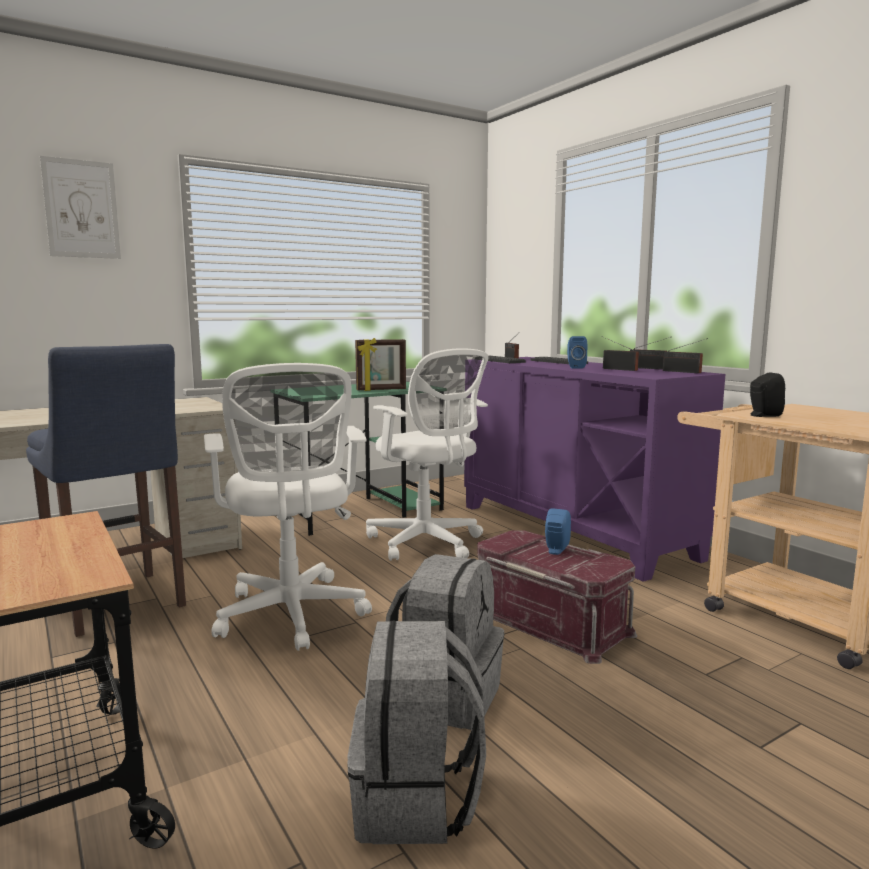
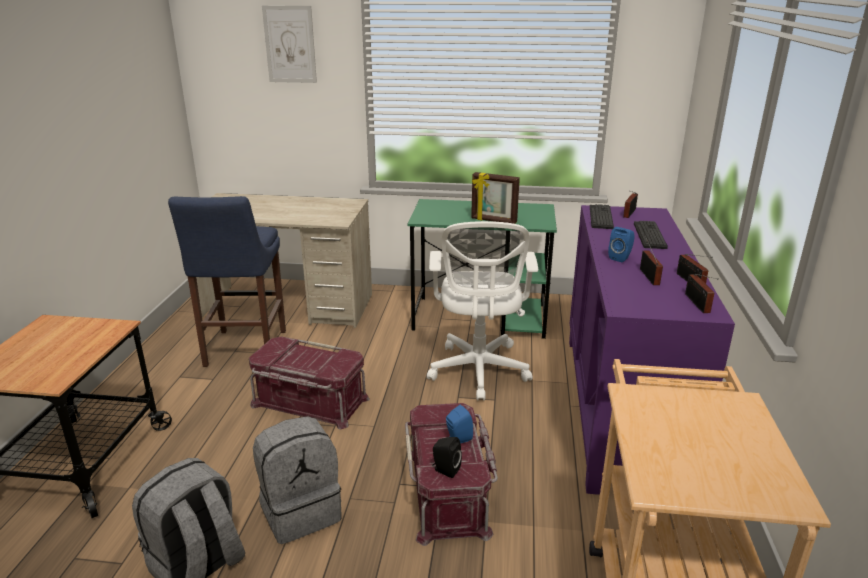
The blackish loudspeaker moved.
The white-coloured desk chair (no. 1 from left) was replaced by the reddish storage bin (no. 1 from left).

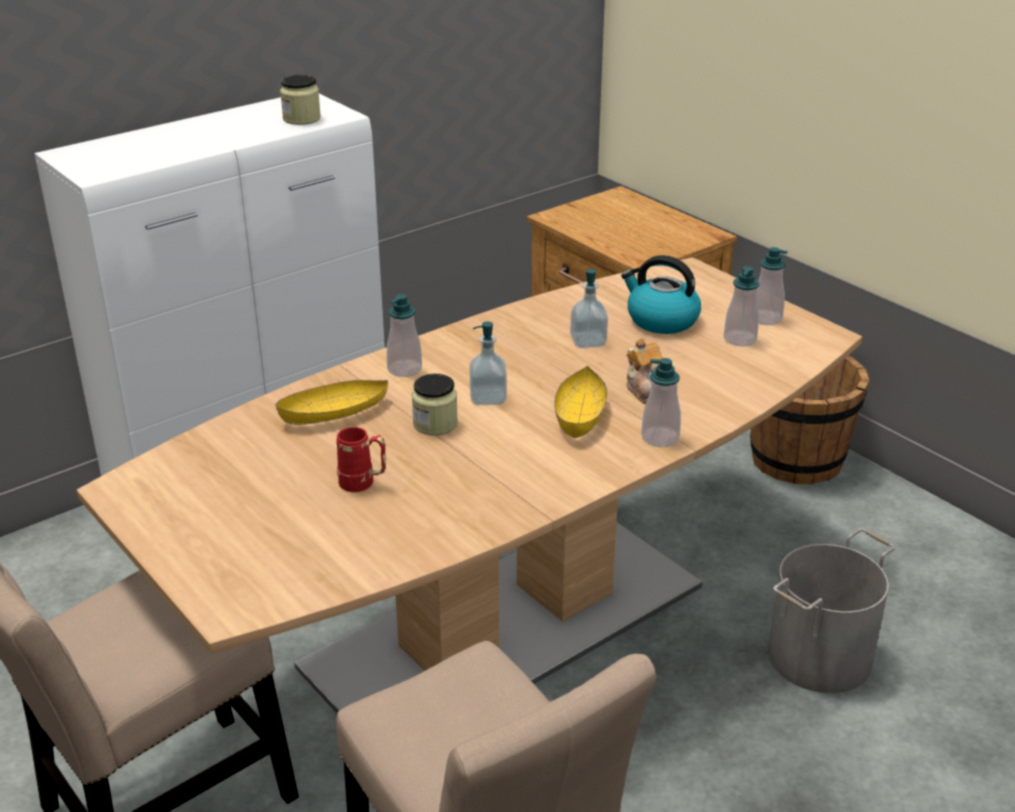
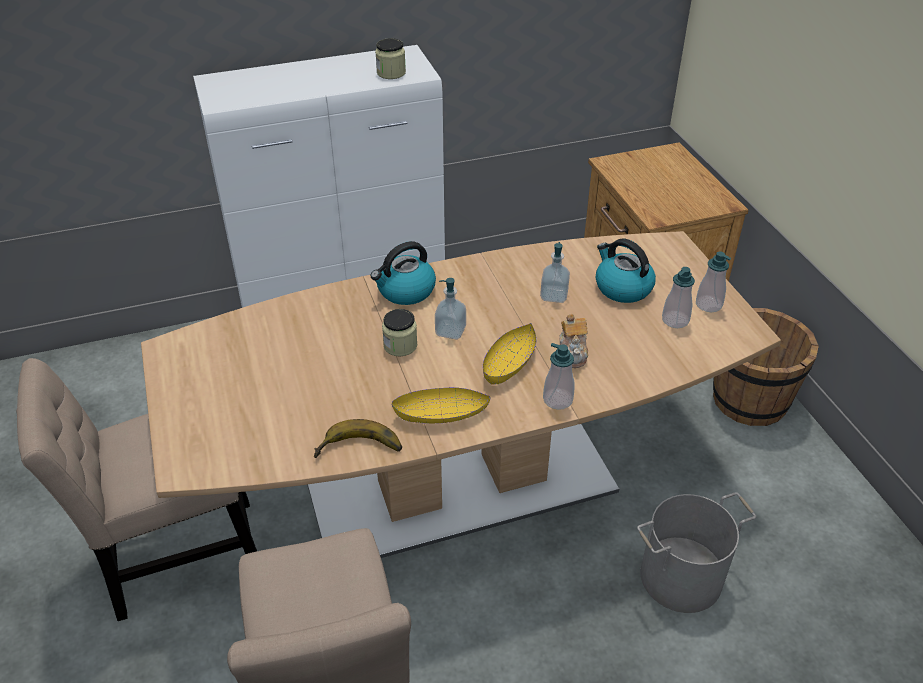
The reddish tea mug disappeared.
The whole banana appeared.
The yellow bowl (no. 1 from left) moved.
The liquid soap bottle (no. 1 from left) was replaced by the tea kettle (no. 1 from left).

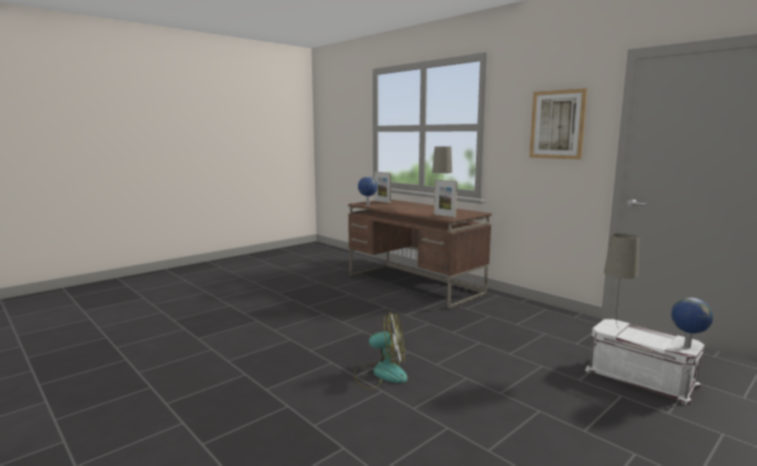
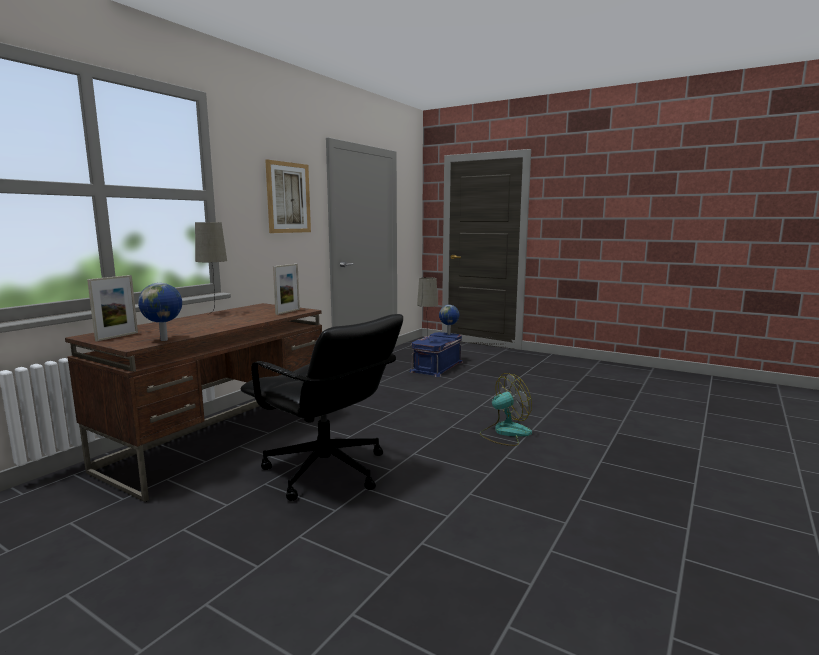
The blackish desk chair appeared.
The white-coloured storage bin became the blue-coloured storage bin.
The electric fan turned 75 degrees clockwise.

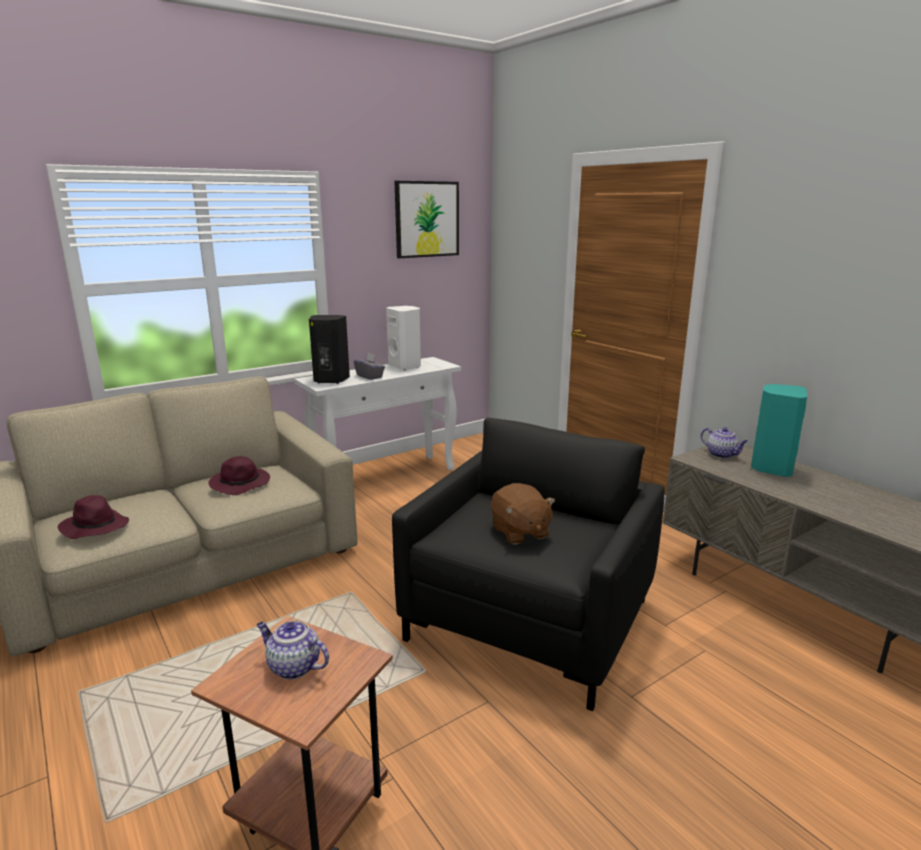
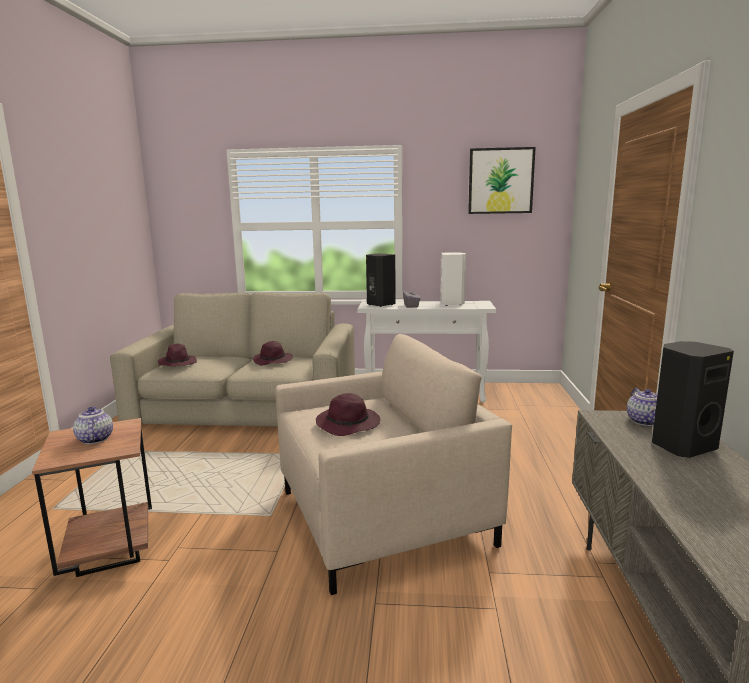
The brown cuddly toy was replaced by the purplish hat (no. 3 from left).
The blackish easy chair became the sand-coloured easy chair.
The turquoise-coloured loudspeaker became the blackish loudspeaker (no. 2 from left).

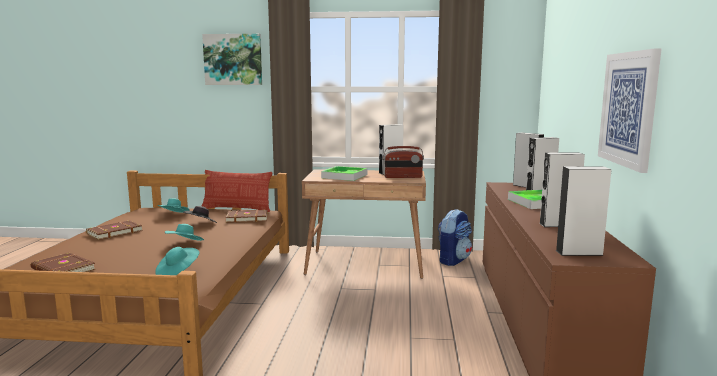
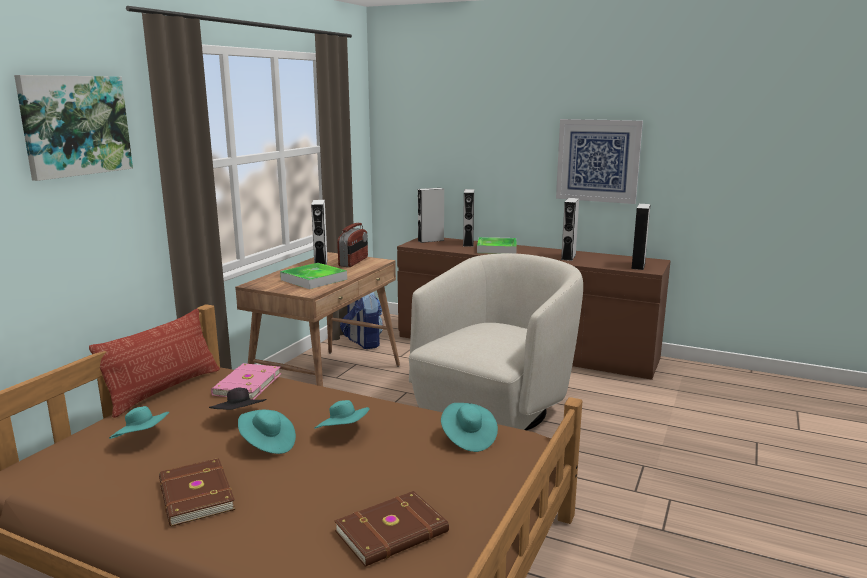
The turquoise-coloured hat (no. 2 from left) appeared.
The sand-coloured easy chair appeared.
The brown bound book (no. 3 from left) became the pink bound book.

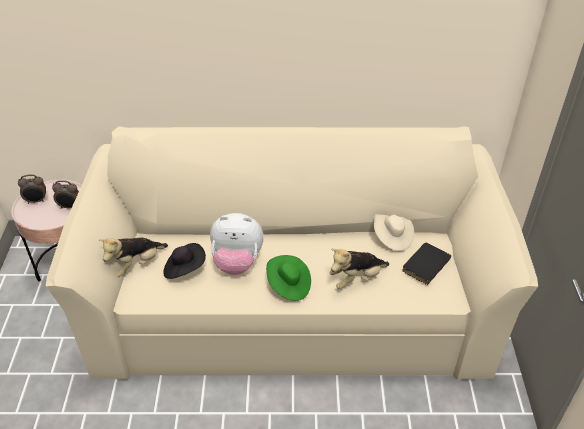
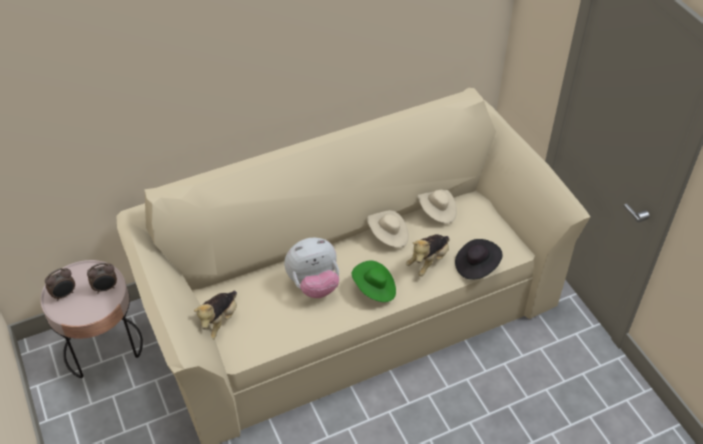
The blackish bound book disappeared.
The sand-coloured hat (no. 1 from left) appeared.
The blackish hat moved.

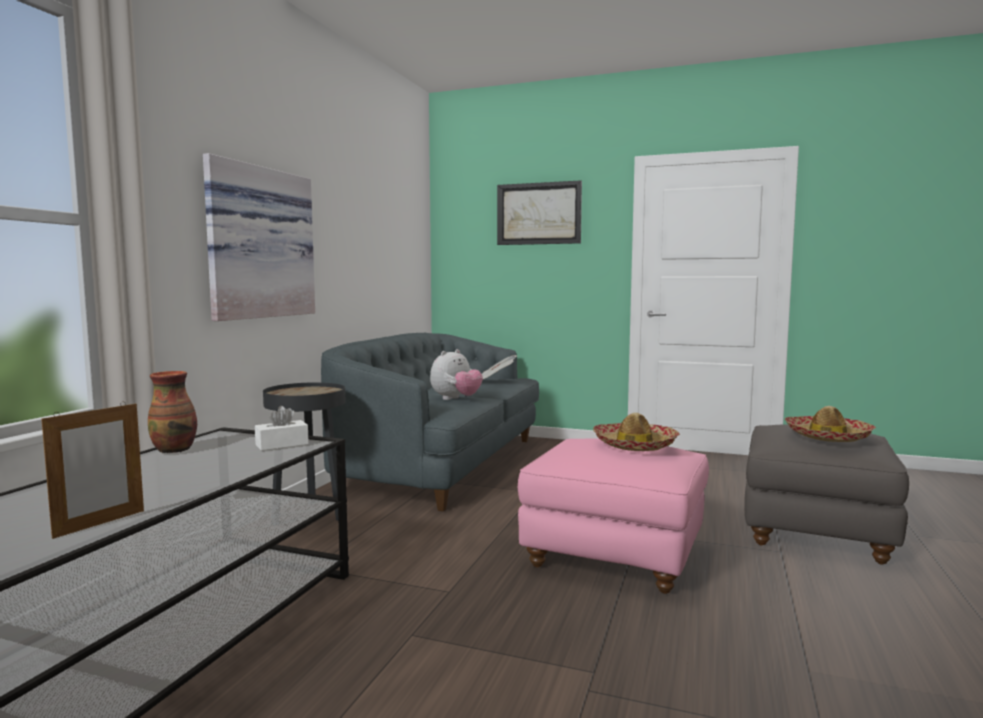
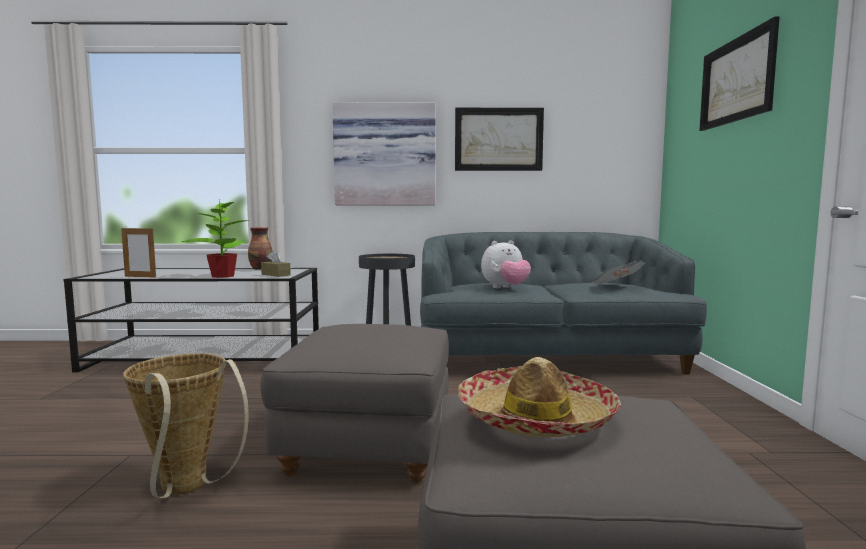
The hat (no. 1 from left) disappeared.
The household basket appeared.
The plant in a pot appeared.
The picture (no. 2 from left) appeared.
The white-coloured tissue holder became the brown tissue holder.
The pink pouffe became the gray pouffe (no. 1 from left).
The cuddly toy turned 45 degrees counterclockwise.

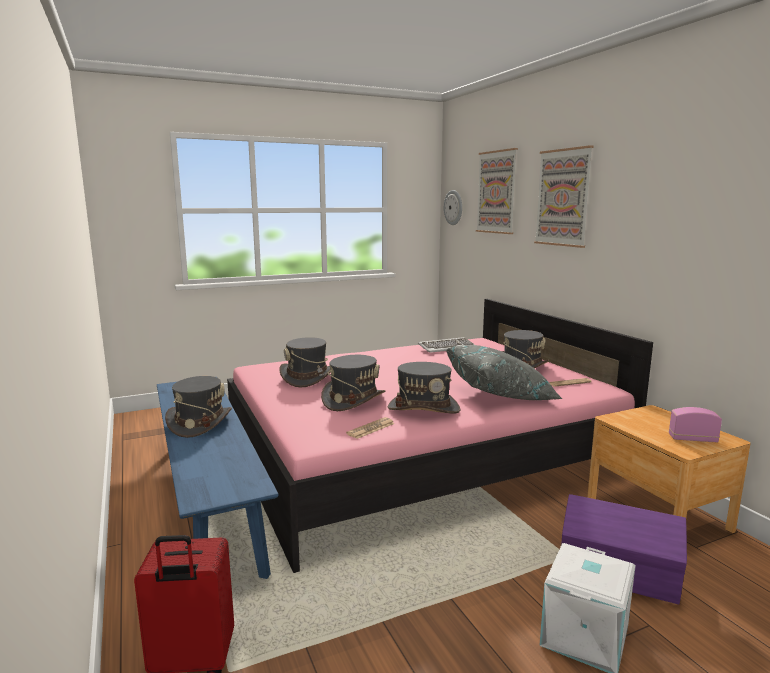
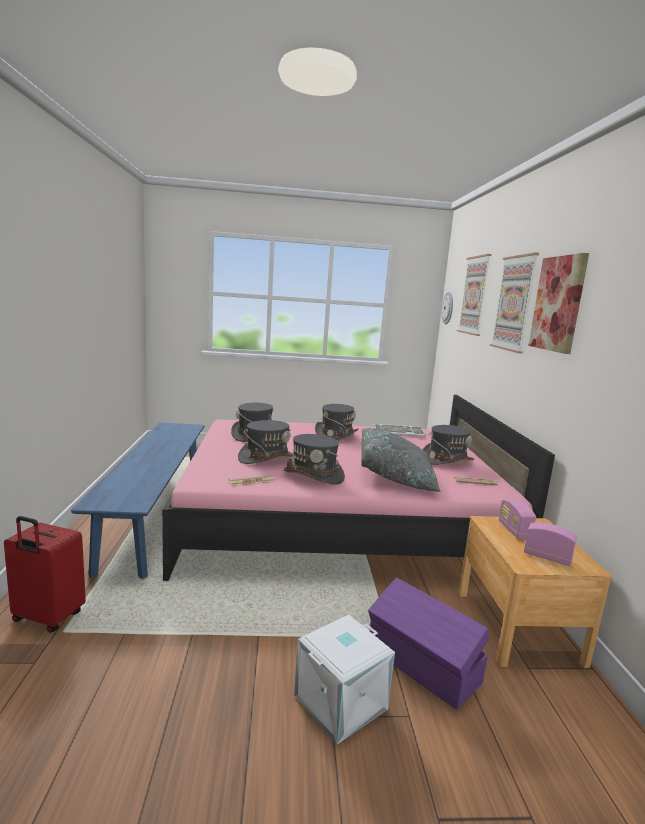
The radio receiver (no. 1 from left) appeared.
The picture (no. 3 from left) appeared.
The gray hat (no. 1 from left in the first image) moved.

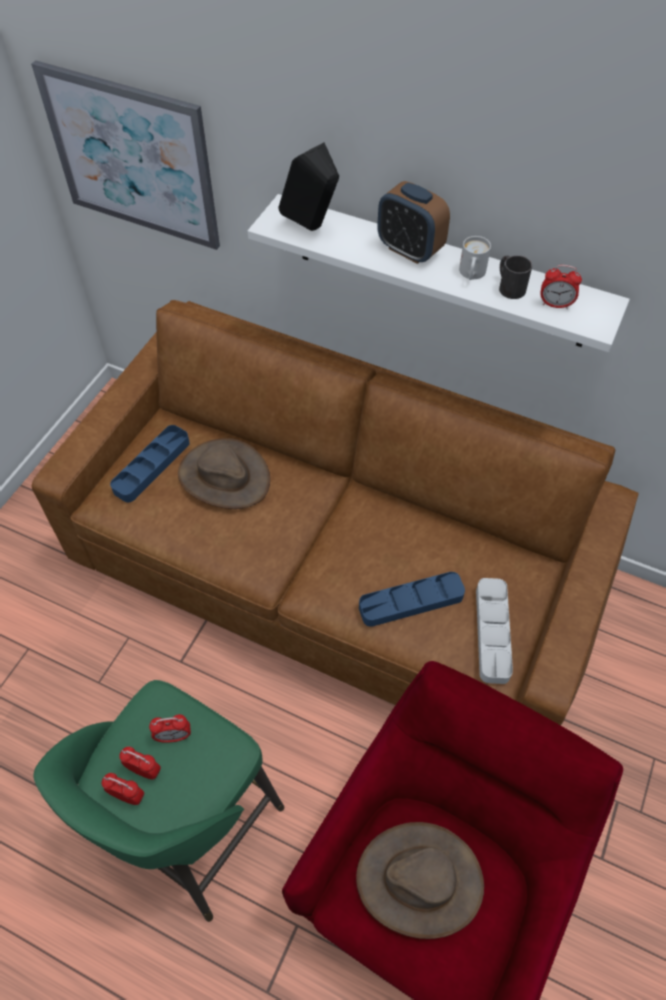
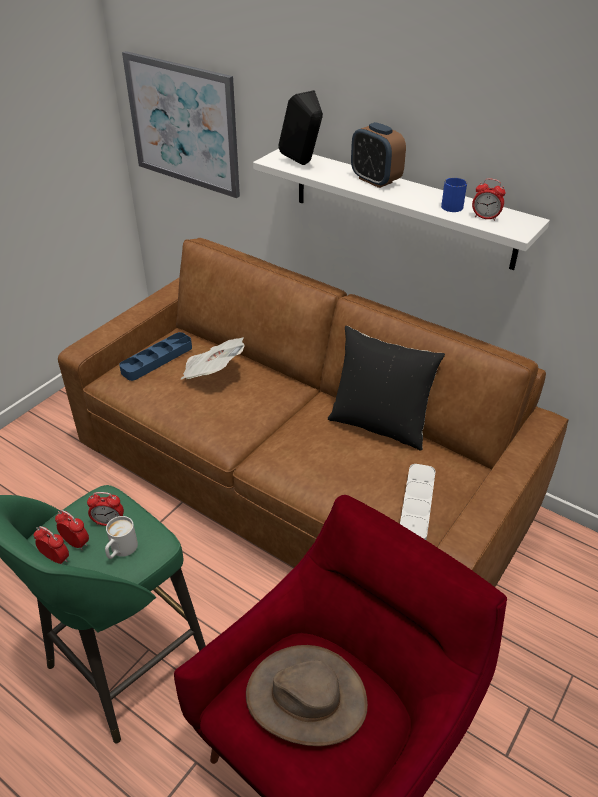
The blue-coloured carrying tray (no. 2 from left) disappeared.
The blackish pillow appeared.
The white-coloured tea mug moved.
The brown hat (no. 1 from left) was replaced by the printed paper.
The blackish tea mug became the blue-coloured tea mug.

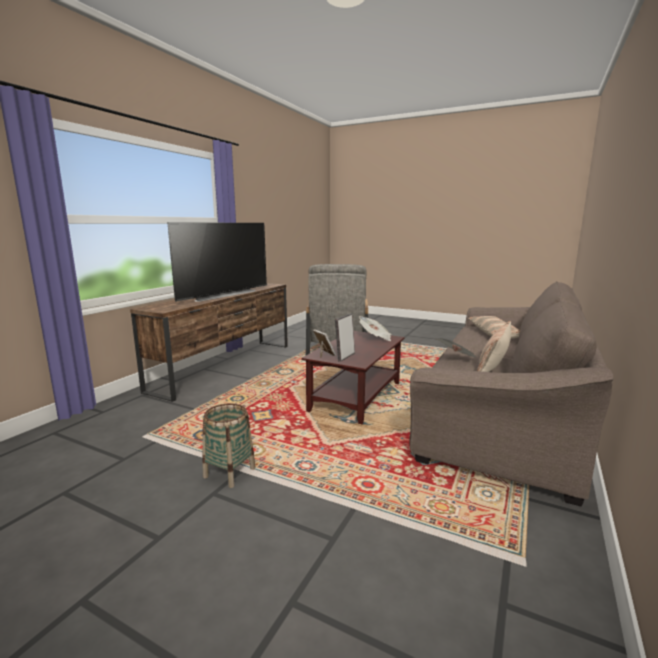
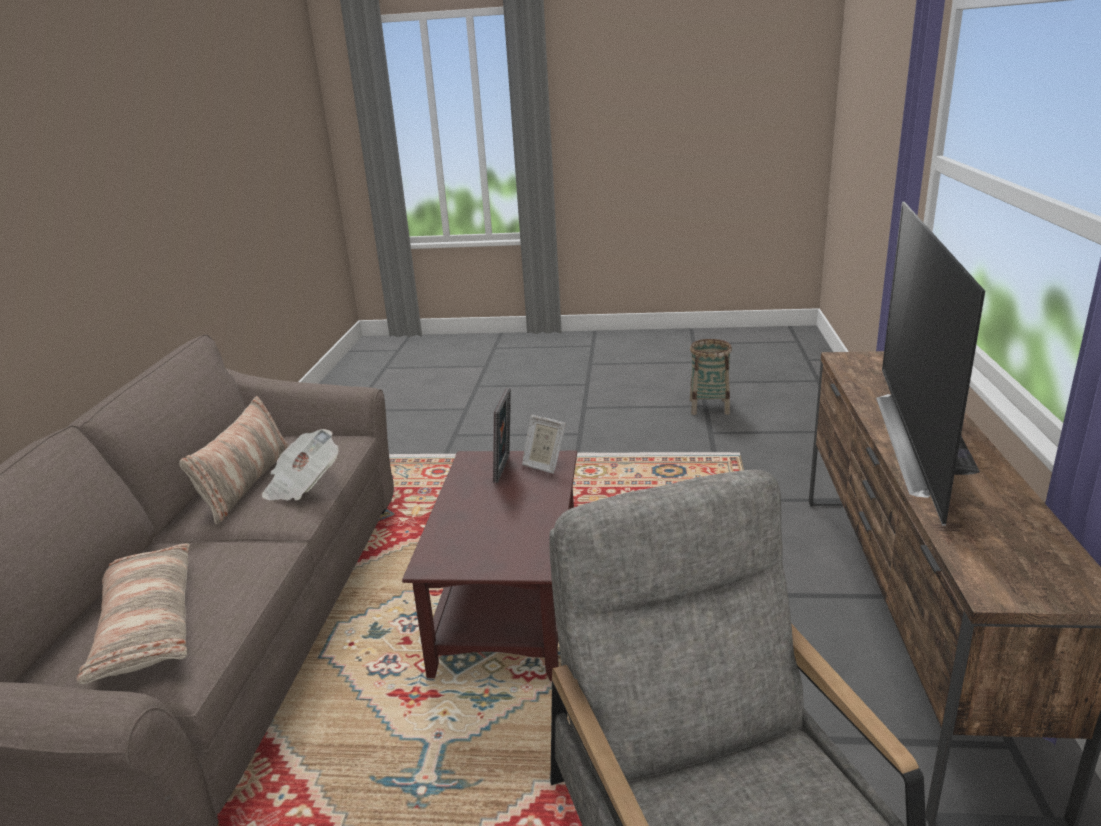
The printed paper (no. 1 from left) disappeared.
The household basket moved.

